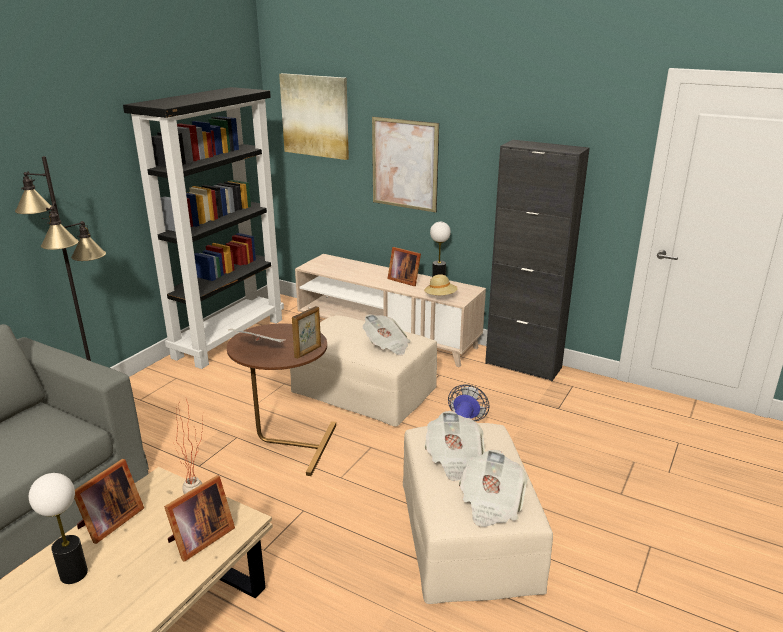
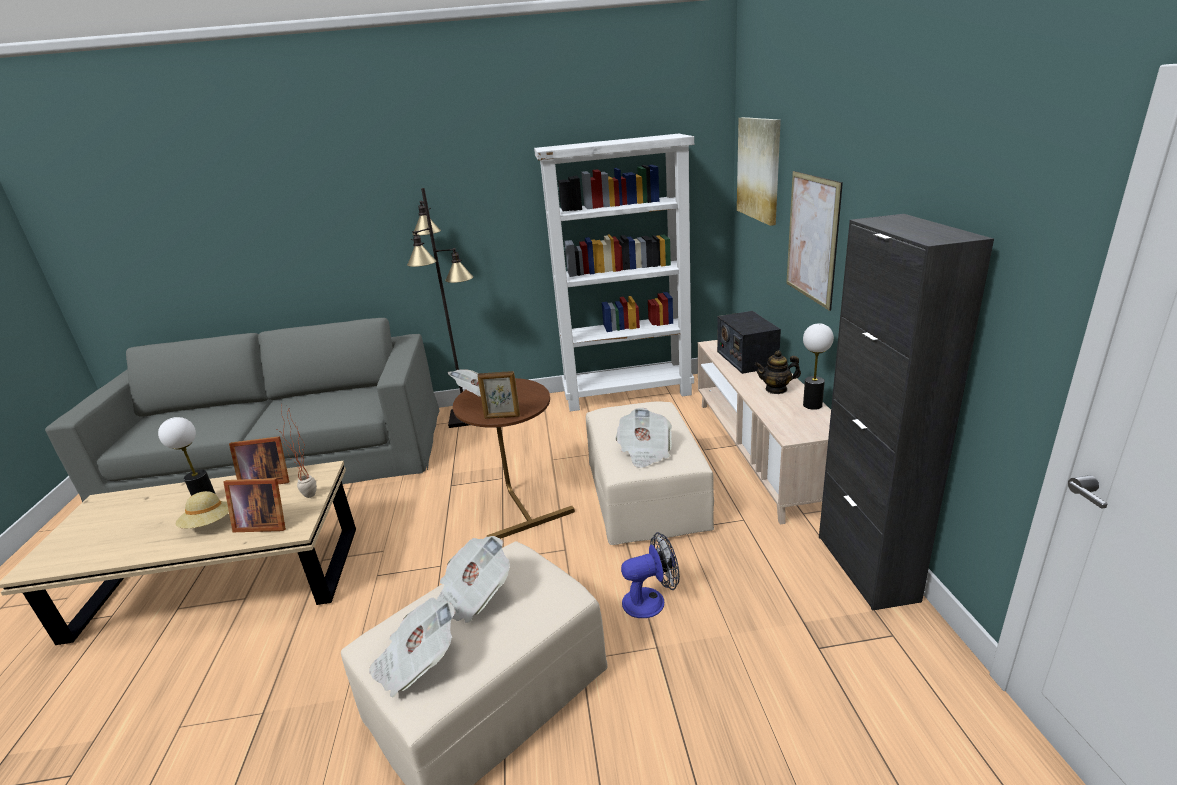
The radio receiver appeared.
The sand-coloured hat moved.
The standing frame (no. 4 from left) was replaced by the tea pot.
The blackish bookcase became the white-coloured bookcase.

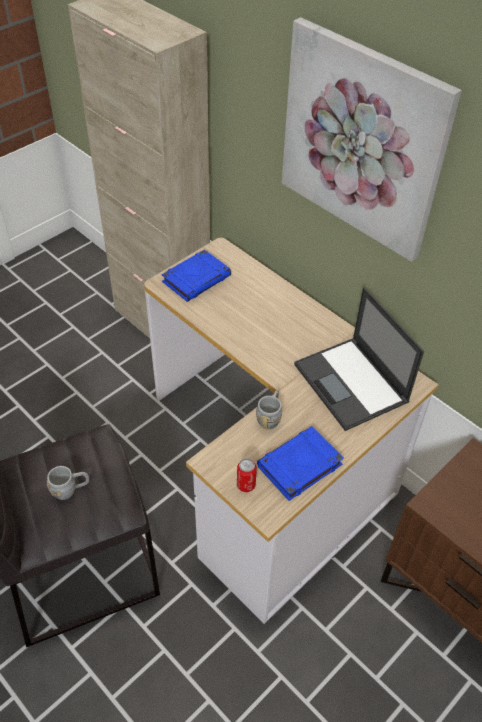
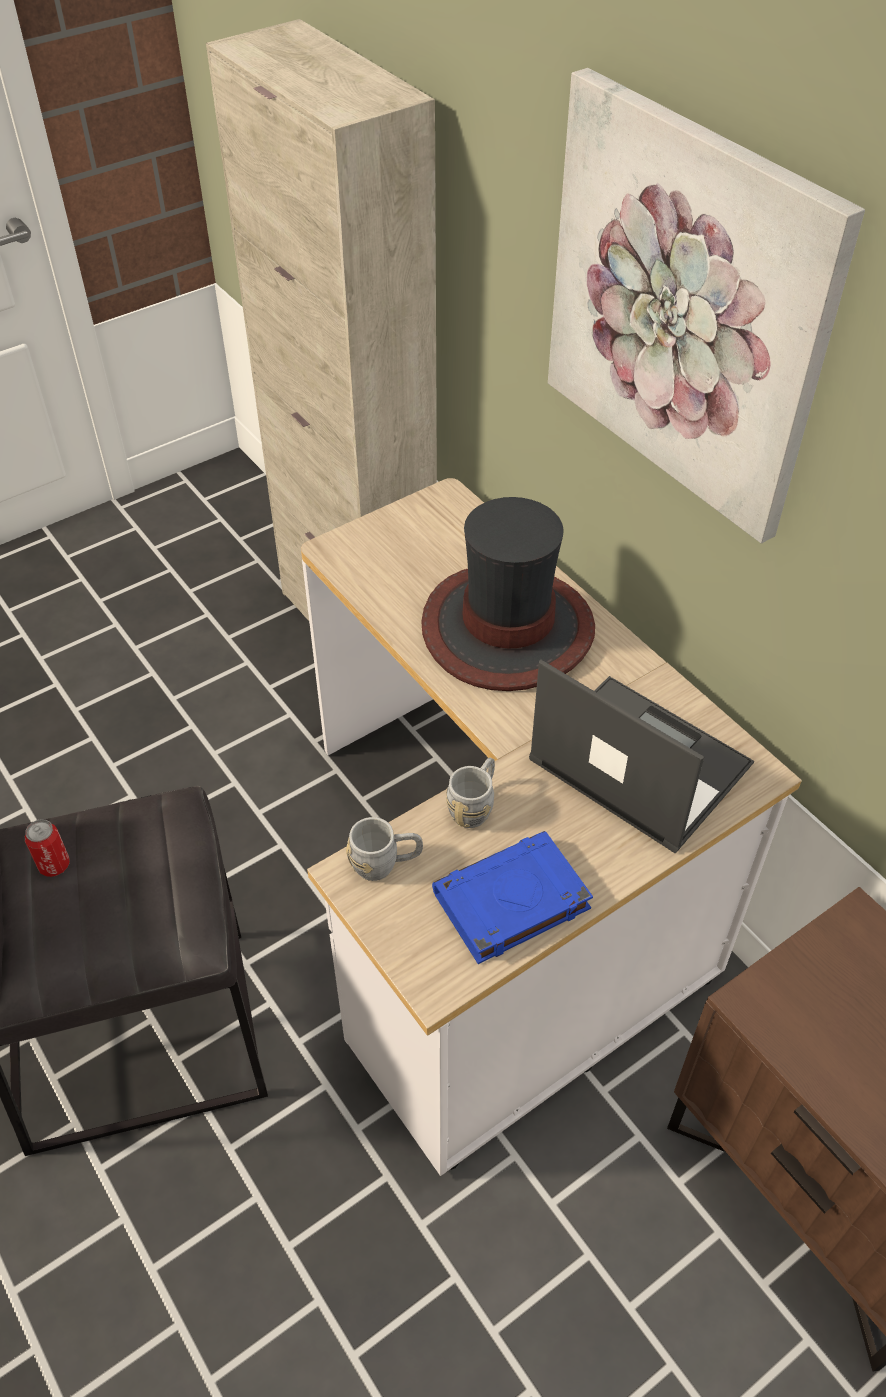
The blue-coloured bound book (no. 1 from left) disappeared.
The hat appeared.
The gray tea mug (no. 1 from left) moved.
The can moved.
The laptop turned 150 degrees clockwise.

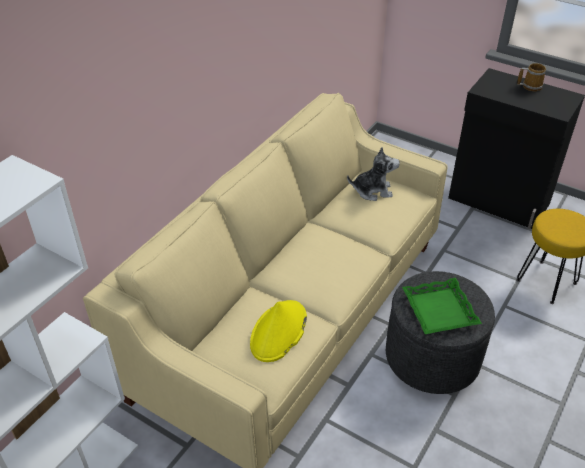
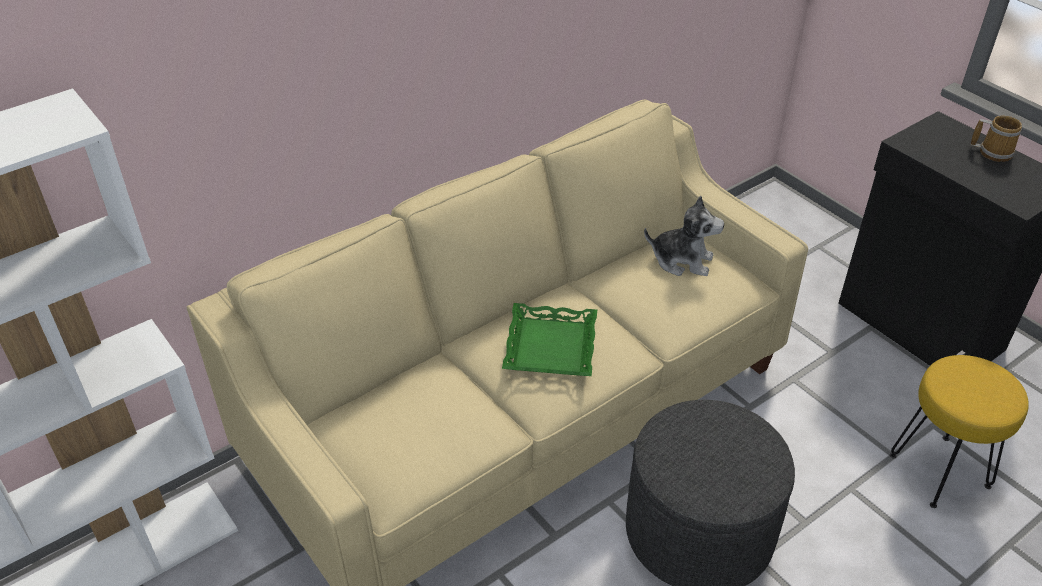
The yellow hat disappeared.
The green carrying tray moved.

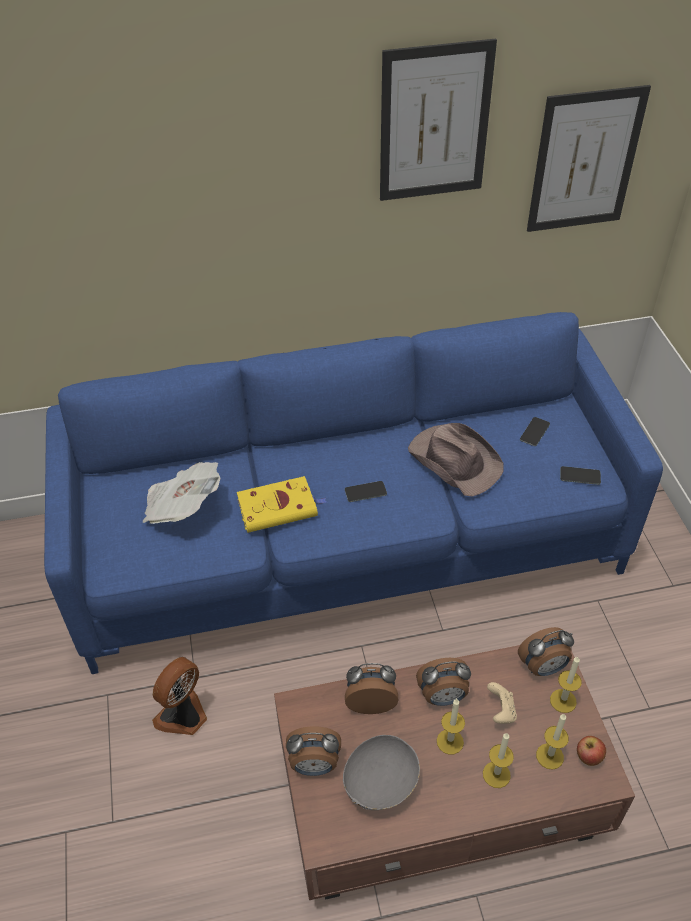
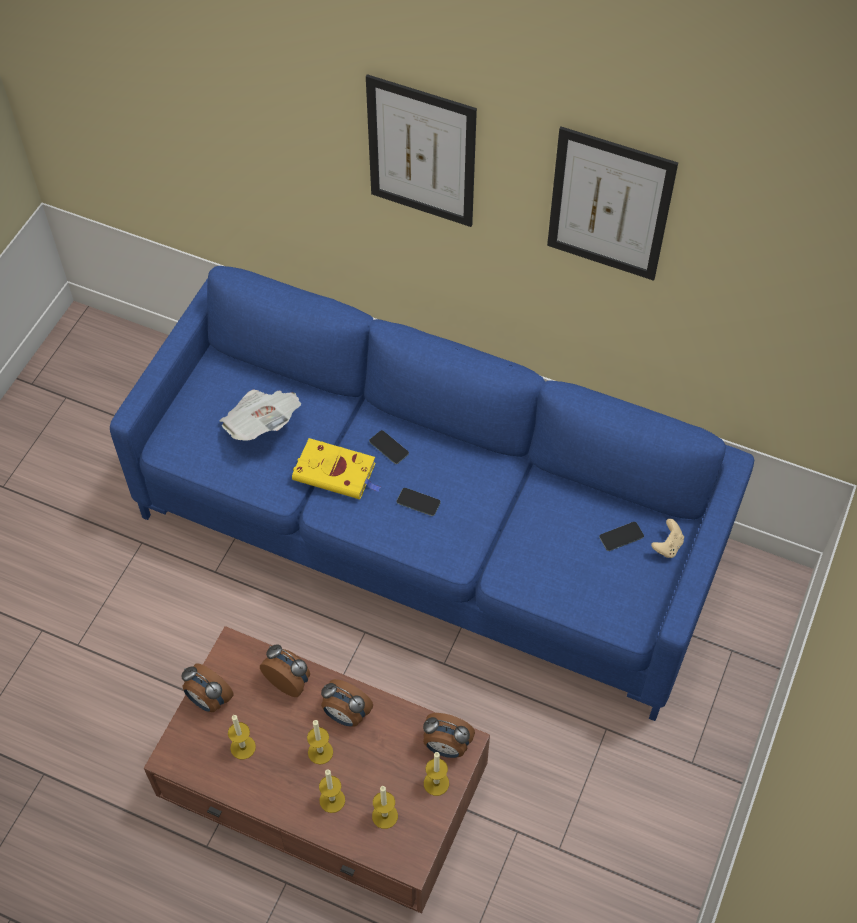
The electric fan disappeared.
The brown hat disappeared.
The apple fruit disappeared.
The sand-coloured joypad moved.
The picture (no. 2 from left in the first image) moved.
The phone (no. 3 from left in the first image) moved.
The gray bowl was replaced by the wax candle (no. 1 from left).

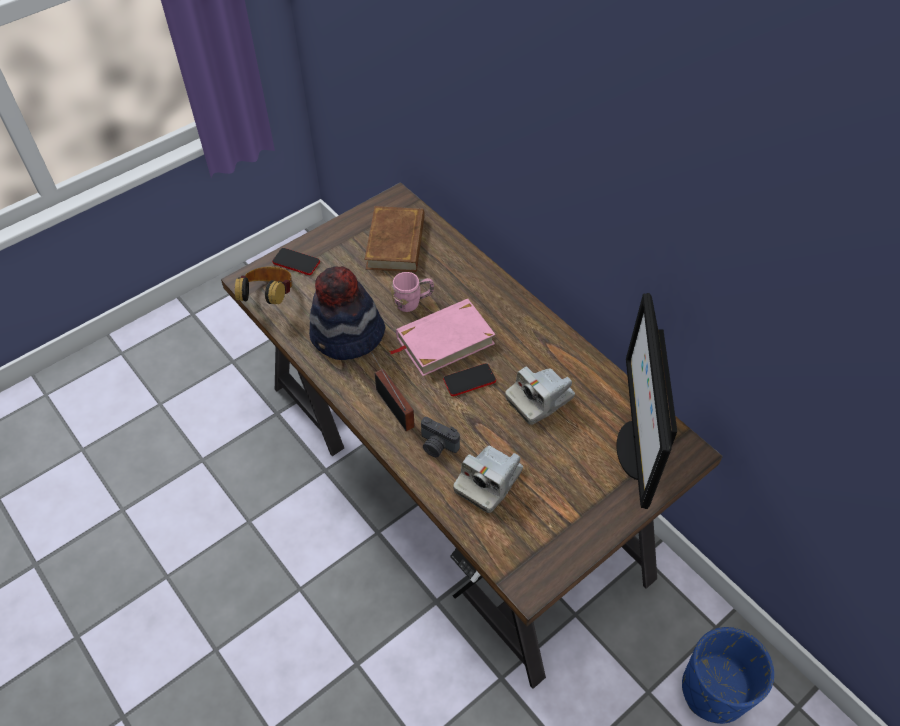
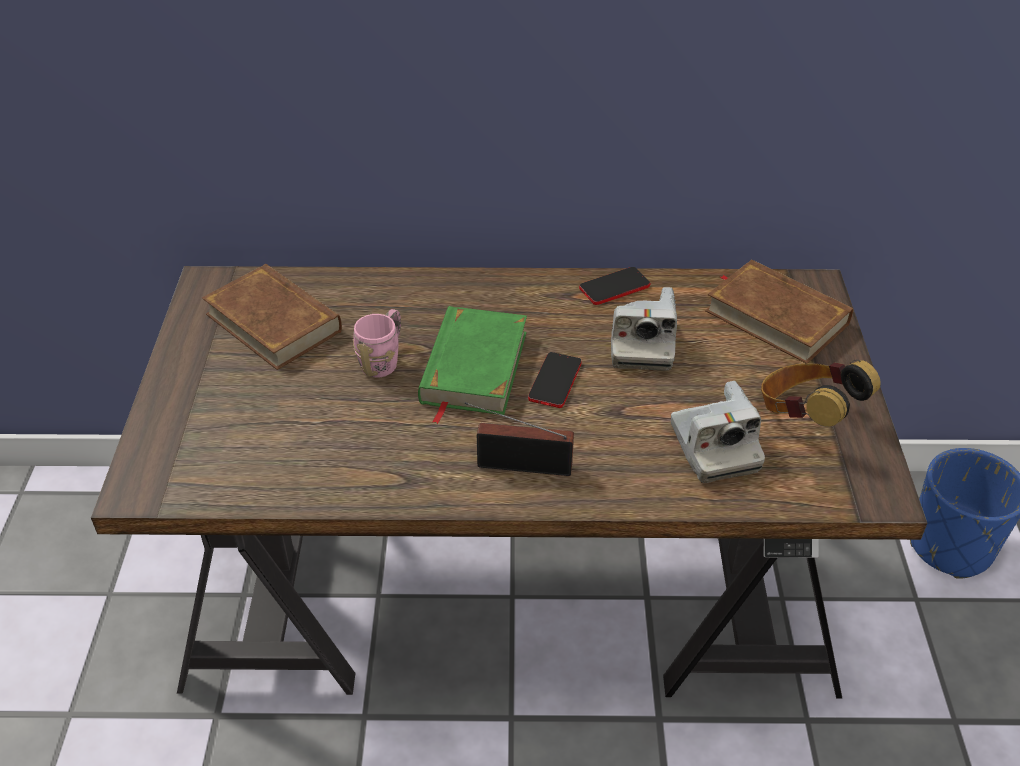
The hat disappeared.
The still camera (no. 1 from left) disappeared.
The pair of headphones moved.
The phone (no. 1 from left in the first image) moved.
The computer display was replaced by the brown bound book (no. 2 from left).
The pink bound book became the green bound book.

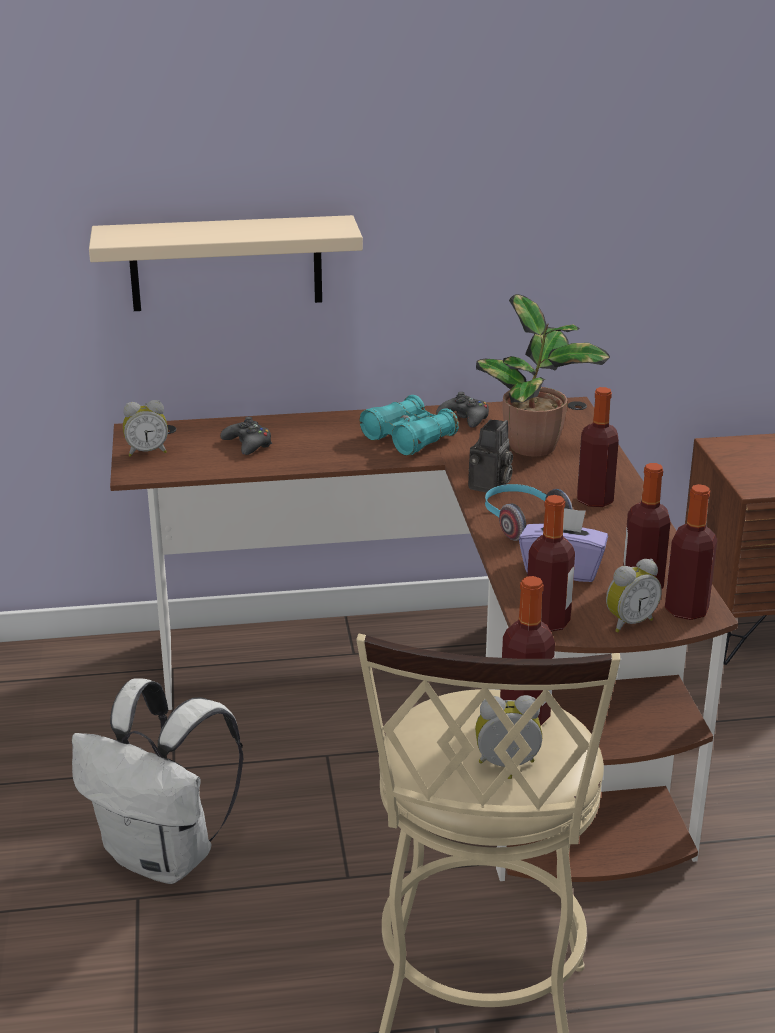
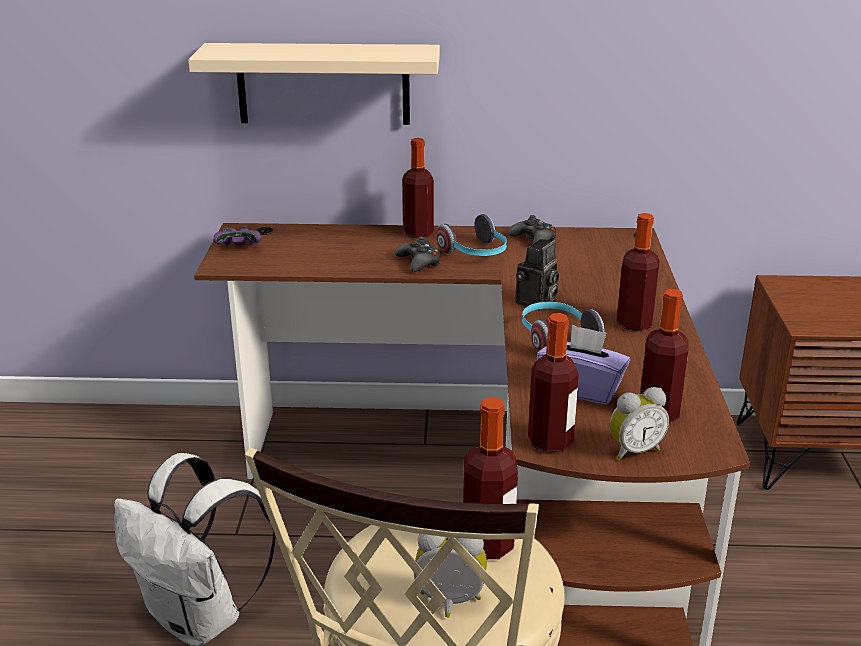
The plant in a pot disappeared.
The blackish joypad (no. 1 from left) moved.
The bottle (no. 5 from left in the first image) moved.
The alarm clock (no. 1 from left) was replaced by the purplish joypad.
The turquoise-coloured pair of binoculars was replaced by the pair of headphones (no. 1 from left).

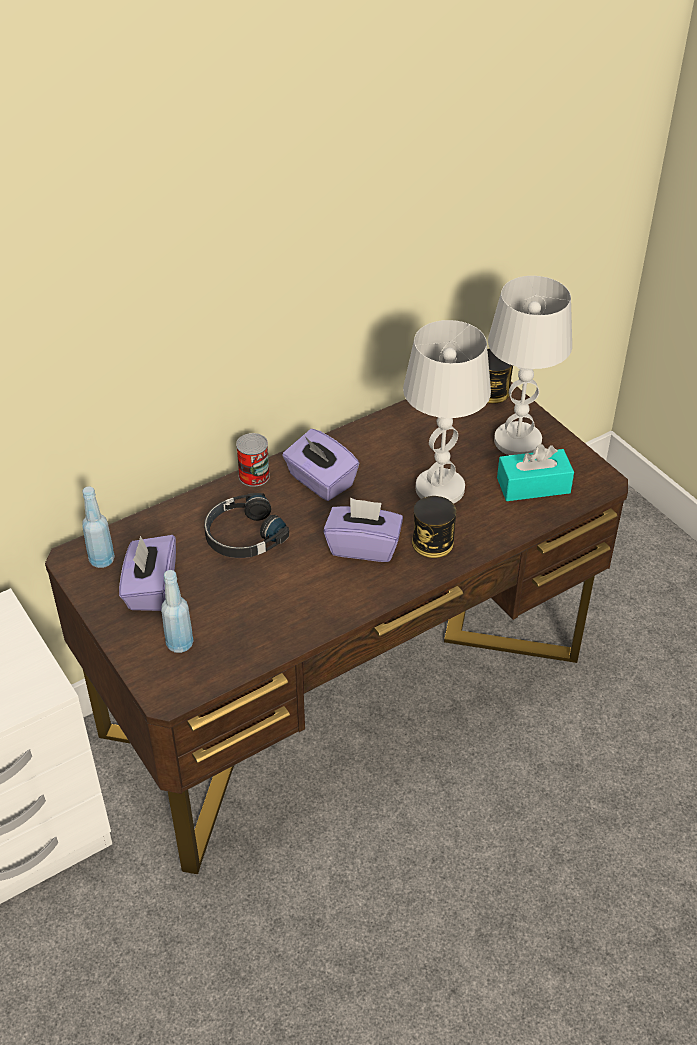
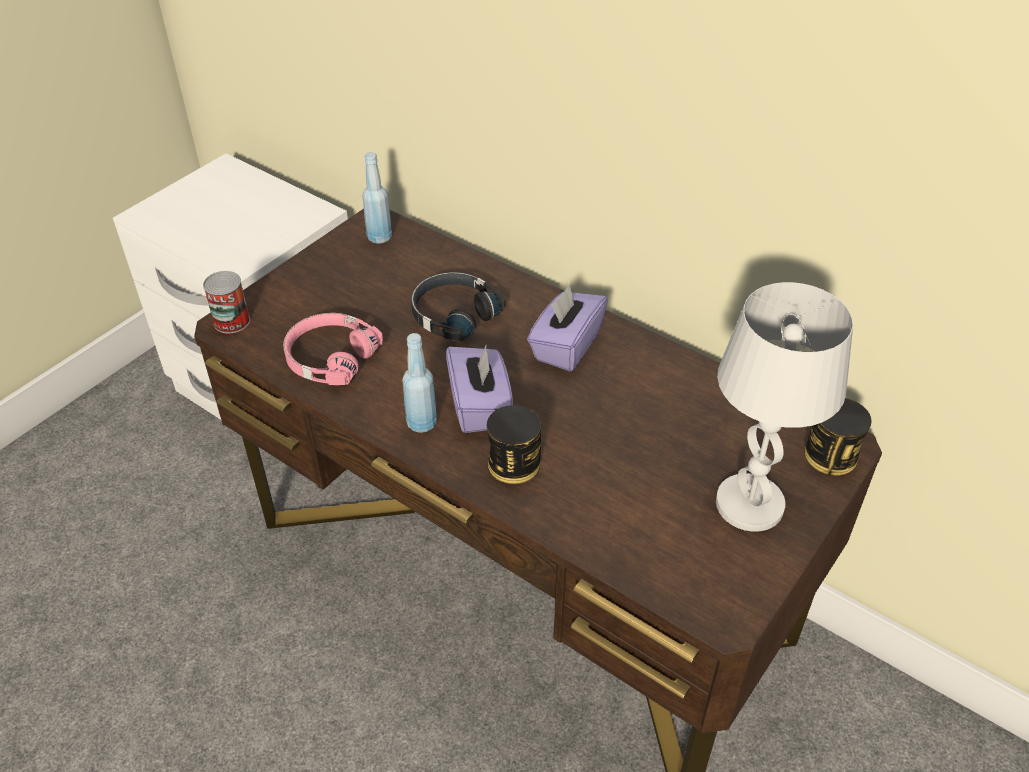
The purplish tissue holder (no. 1 from left) disappeared.
The white-coloured table lamp (no. 1 from left) disappeared.
The turquoise-coloured tissue holder disappeared.
The pink pair of headphones appeared.
The blue-coloured bottle (no. 2 from left) moved.
The can (no. 1 from left) moved.

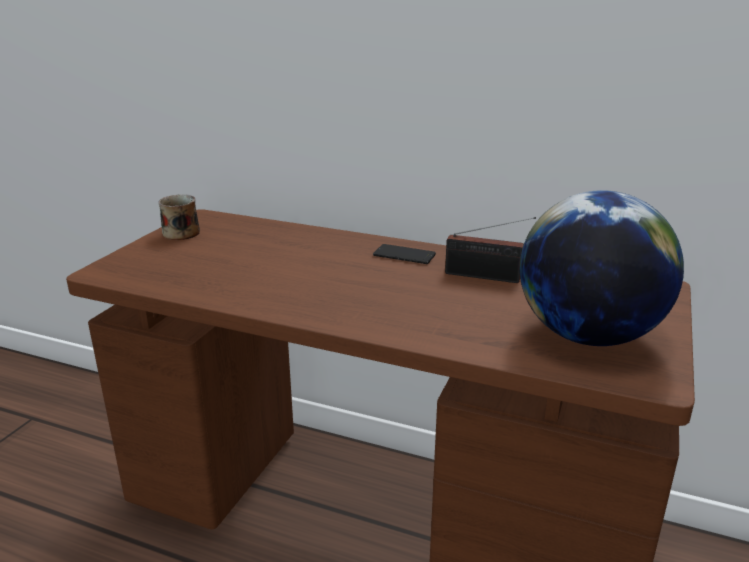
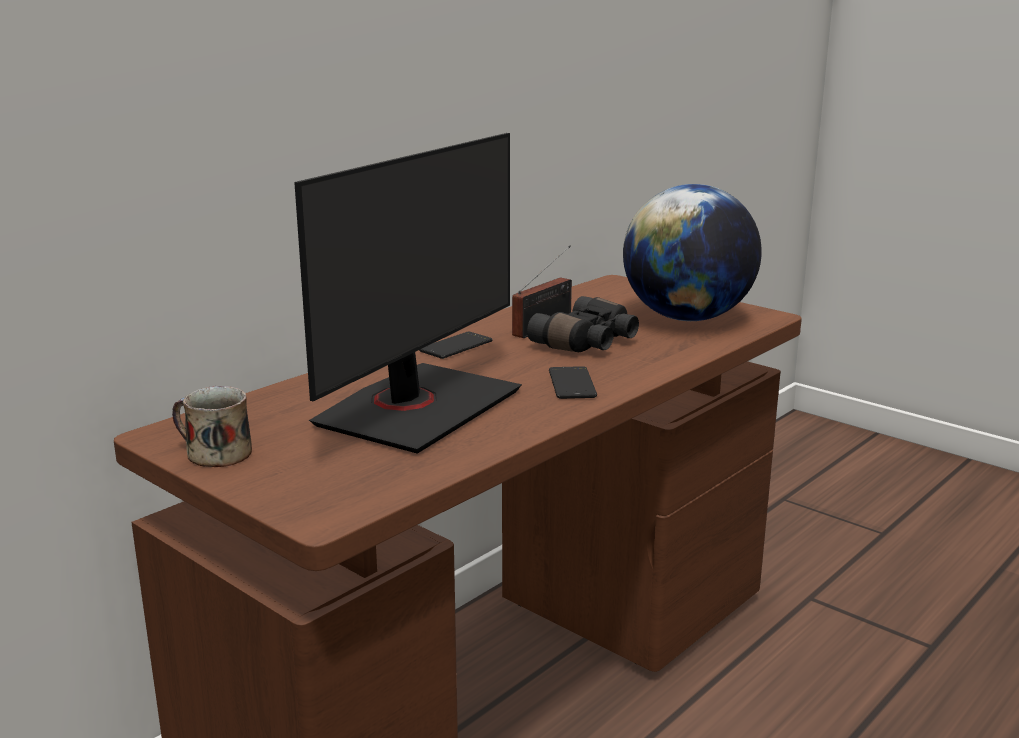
The computer display appeared.
The blackish pair of binoculars appeared.
The phone (no. 2 from left) appeared.

